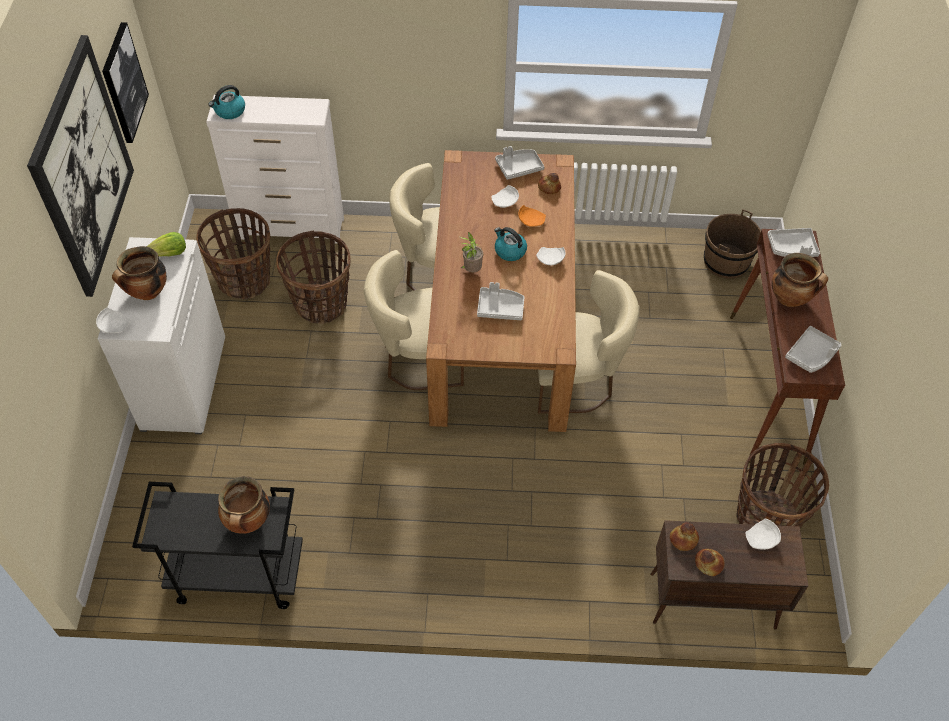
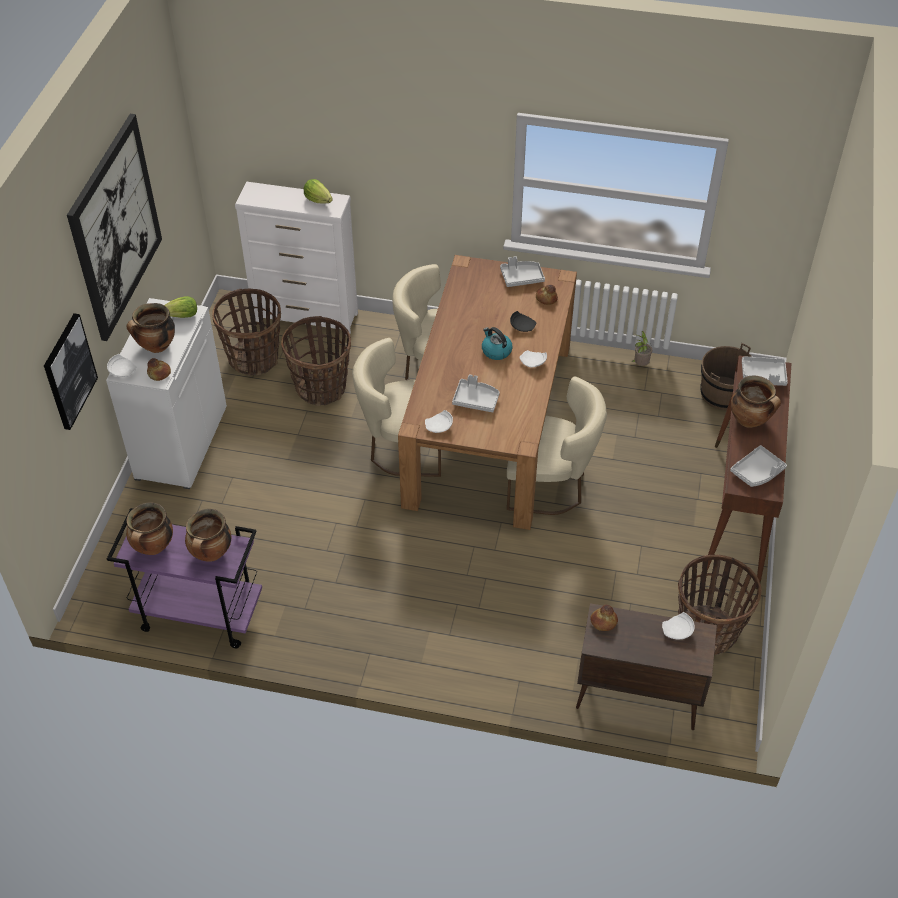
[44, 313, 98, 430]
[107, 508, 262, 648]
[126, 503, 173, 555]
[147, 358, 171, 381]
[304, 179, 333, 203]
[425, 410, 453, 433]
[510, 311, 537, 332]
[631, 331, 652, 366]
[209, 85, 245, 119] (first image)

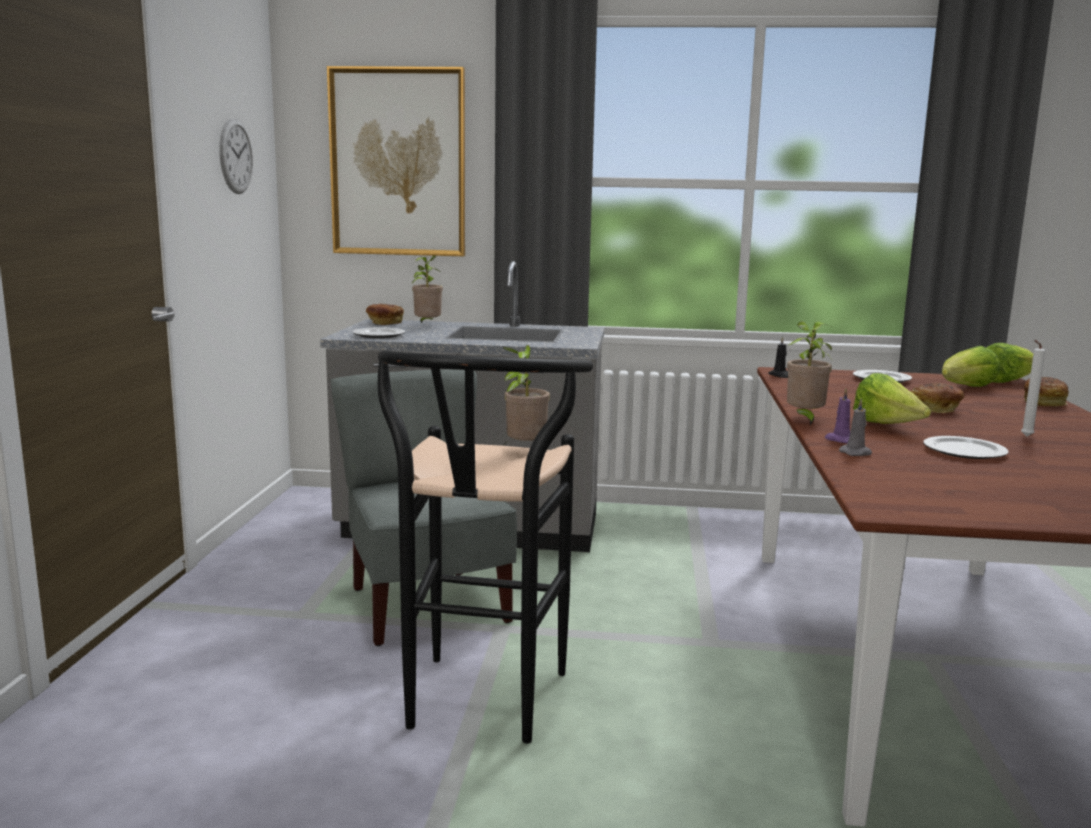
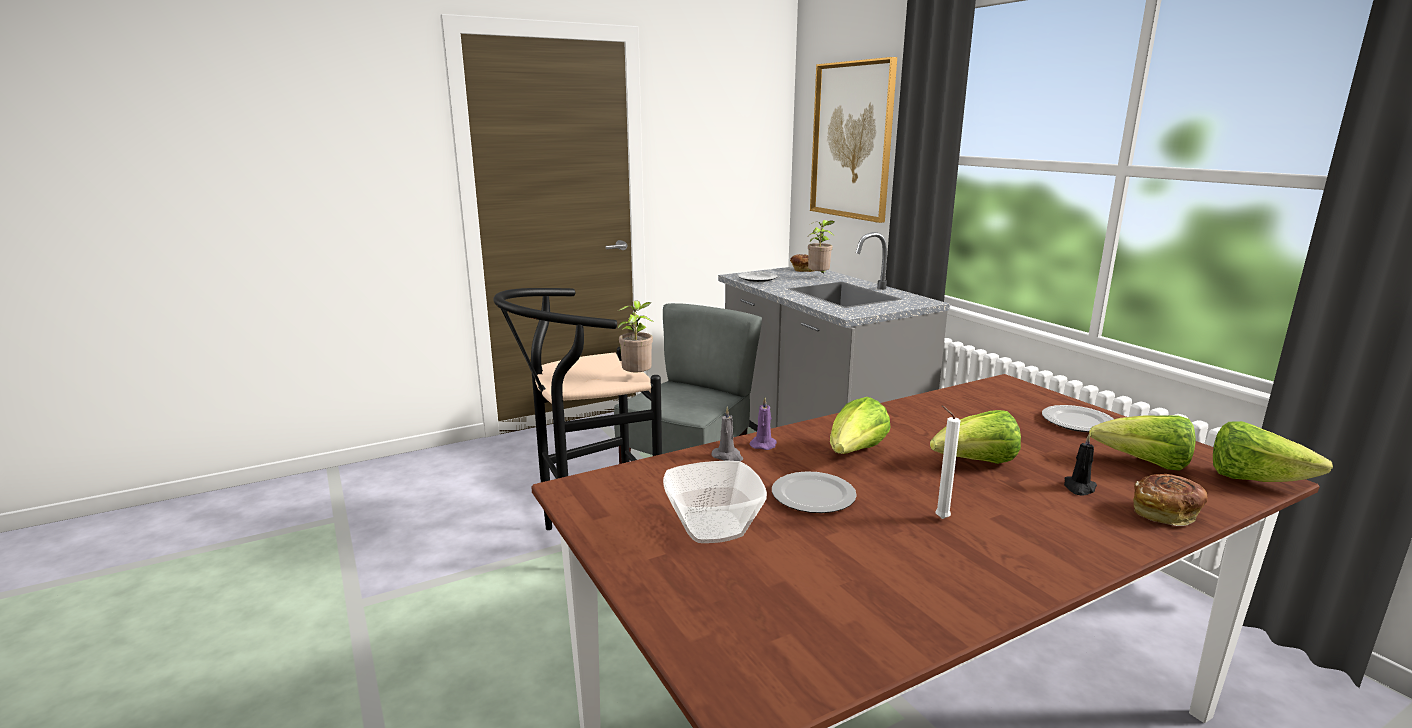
[663, 461, 767, 543]
[930, 410, 1021, 464]
[1064, 433, 1097, 496]
[219, 118, 253, 194] (first image)
[787, 321, 833, 426] (first image)

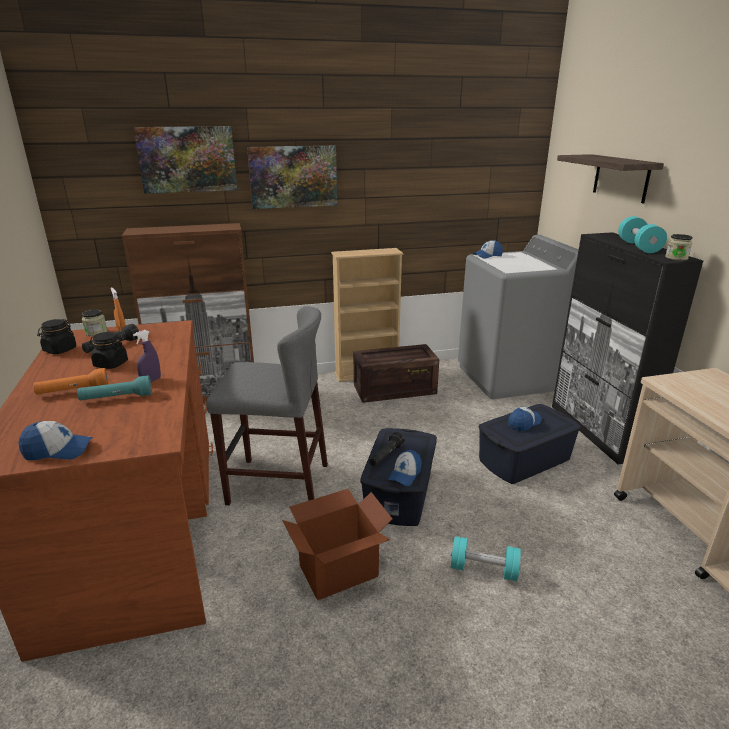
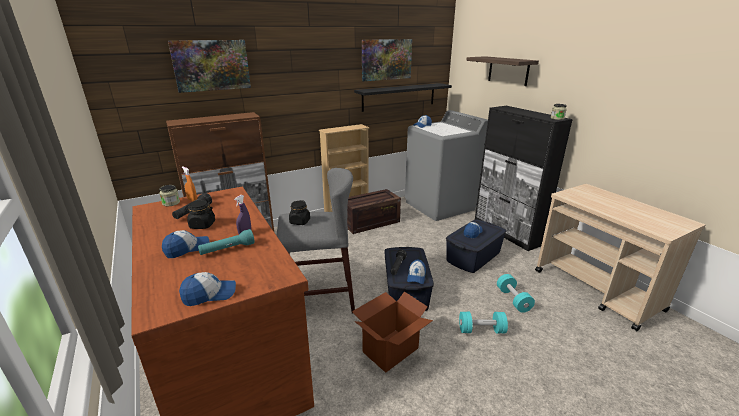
[162, 230, 210, 258]
[289, 200, 310, 225]
[354, 83, 452, 112]
[362, 39, 412, 81]
[497, 274, 535, 313]

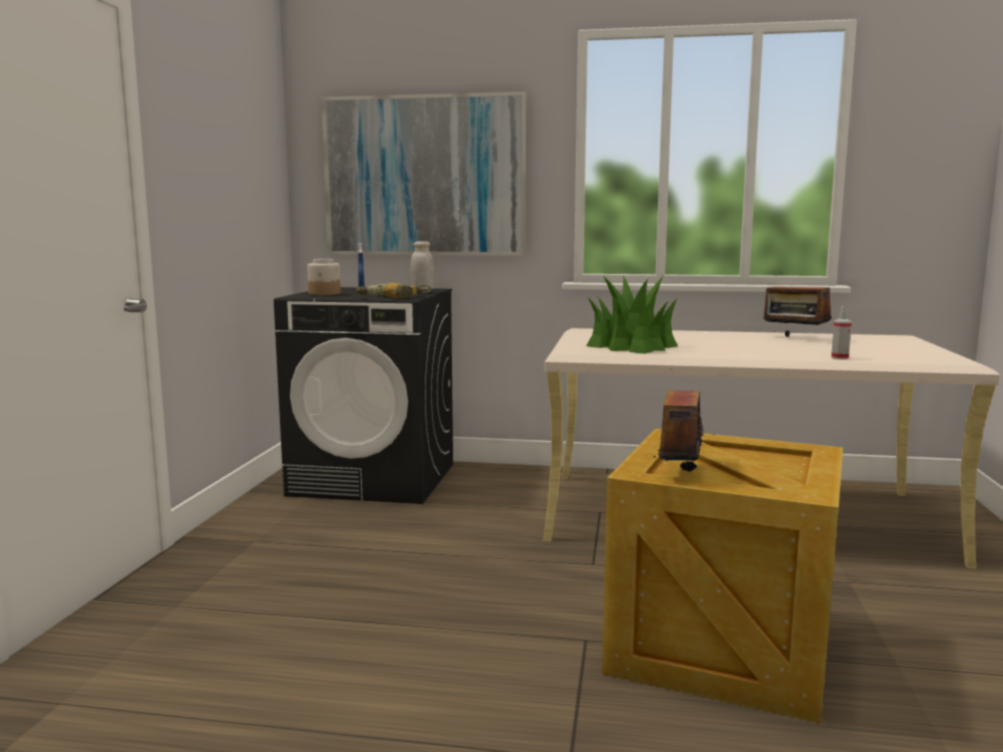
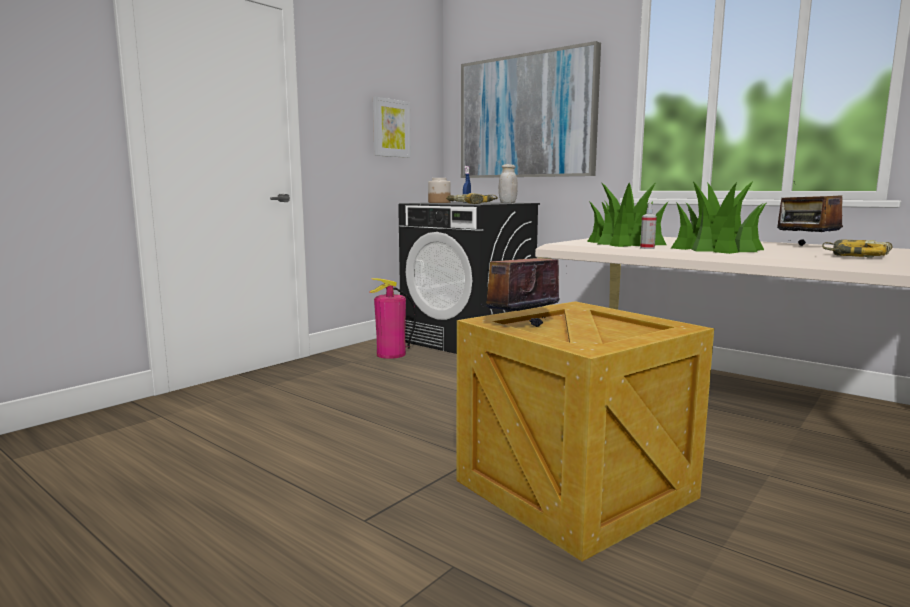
[370, 278, 416, 359]
[373, 97, 411, 158]
[640, 204, 657, 249]
[671, 181, 767, 254]
[822, 239, 893, 258]

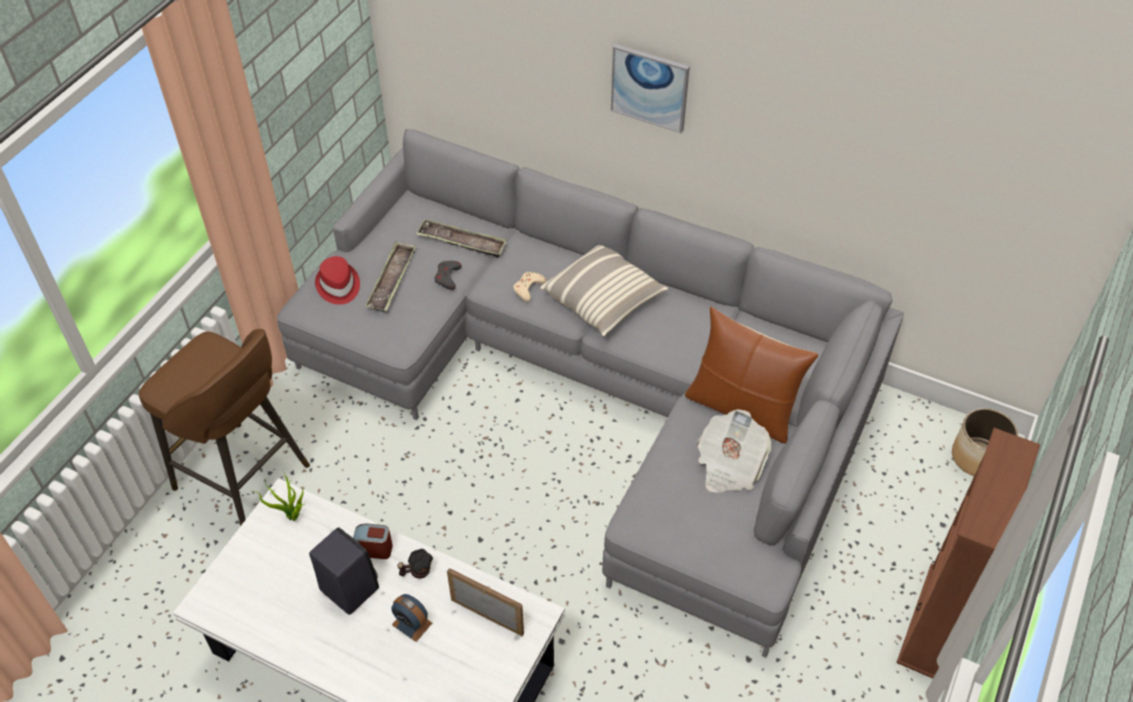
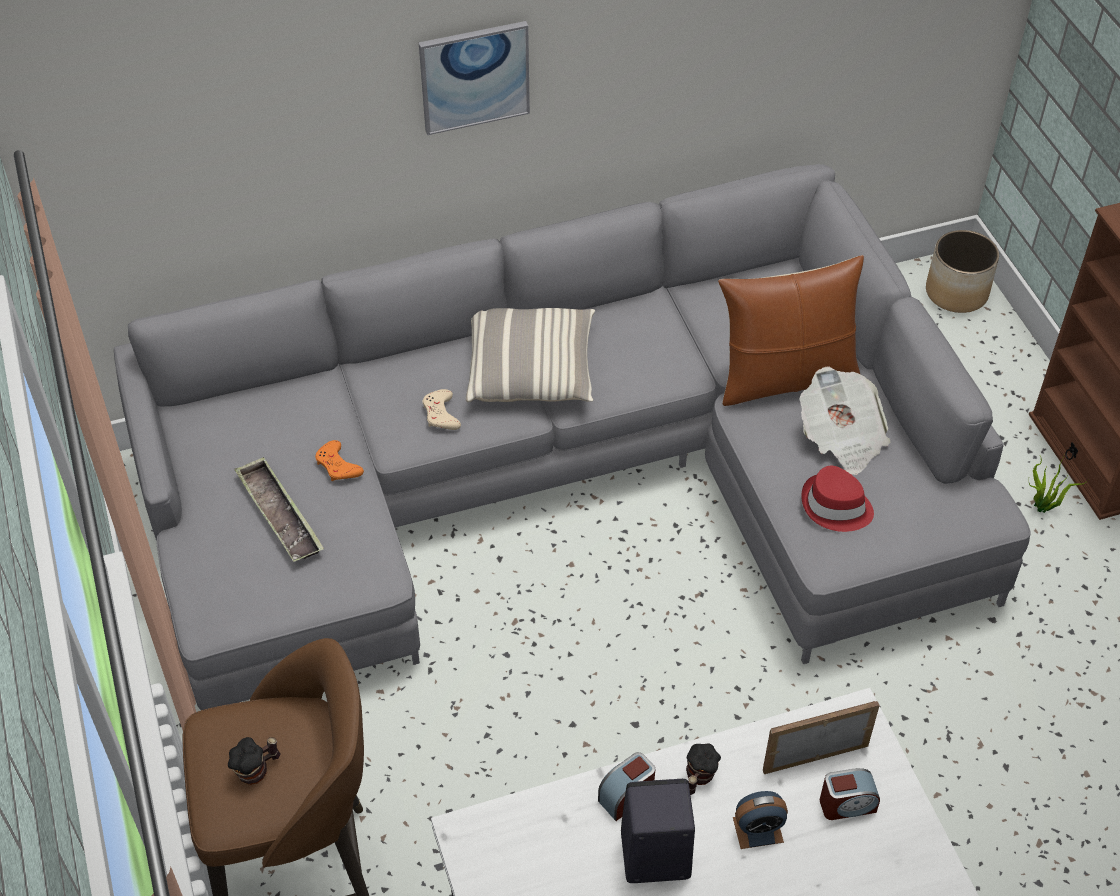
[228, 737, 281, 785]
[315, 440, 364, 482]
[801, 466, 874, 532]
[820, 768, 880, 820]
[1029, 456, 1088, 513]
[416, 219, 507, 258] (first image)

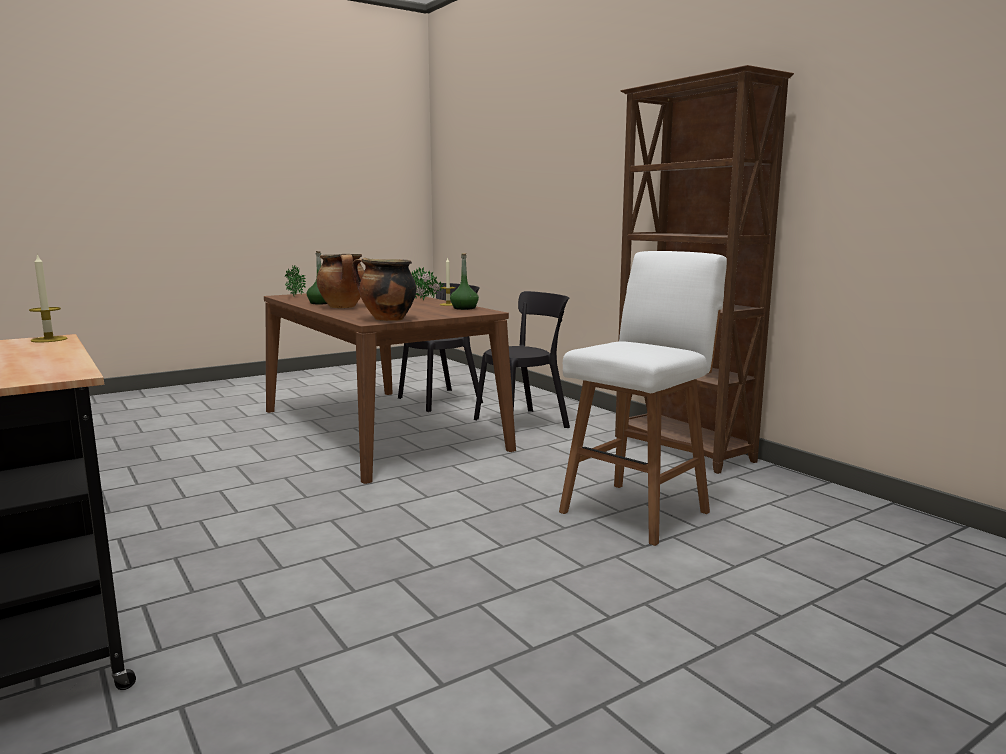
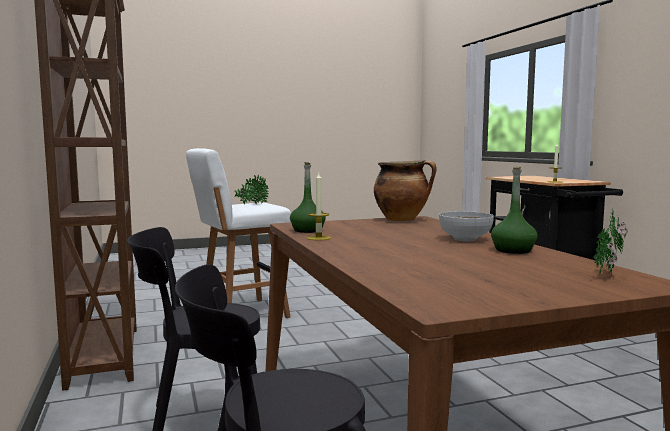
[234, 175, 269, 204]
[439, 211, 494, 241]

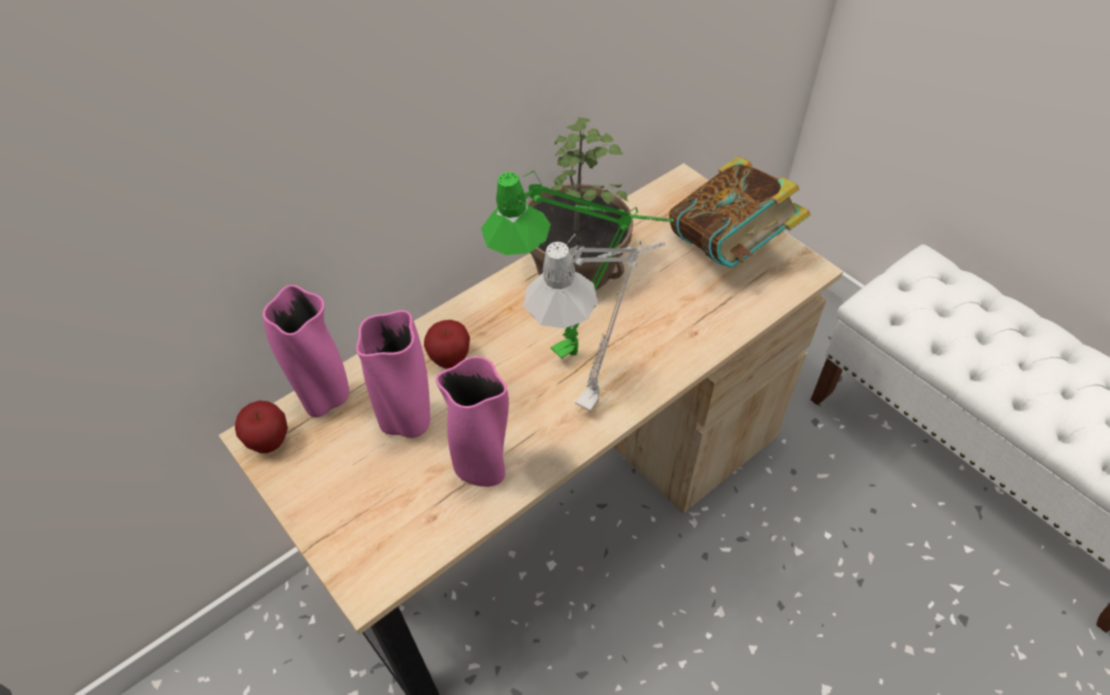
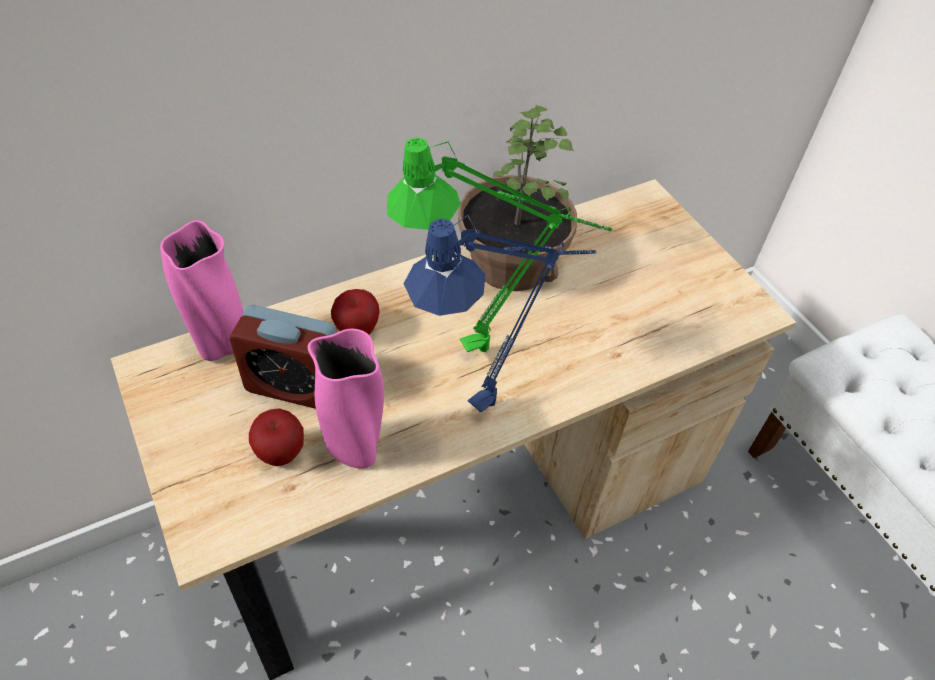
[230, 305, 337, 409]
[249, 408, 304, 466]
[404, 215, 597, 413]
[669, 156, 811, 268] (first image)

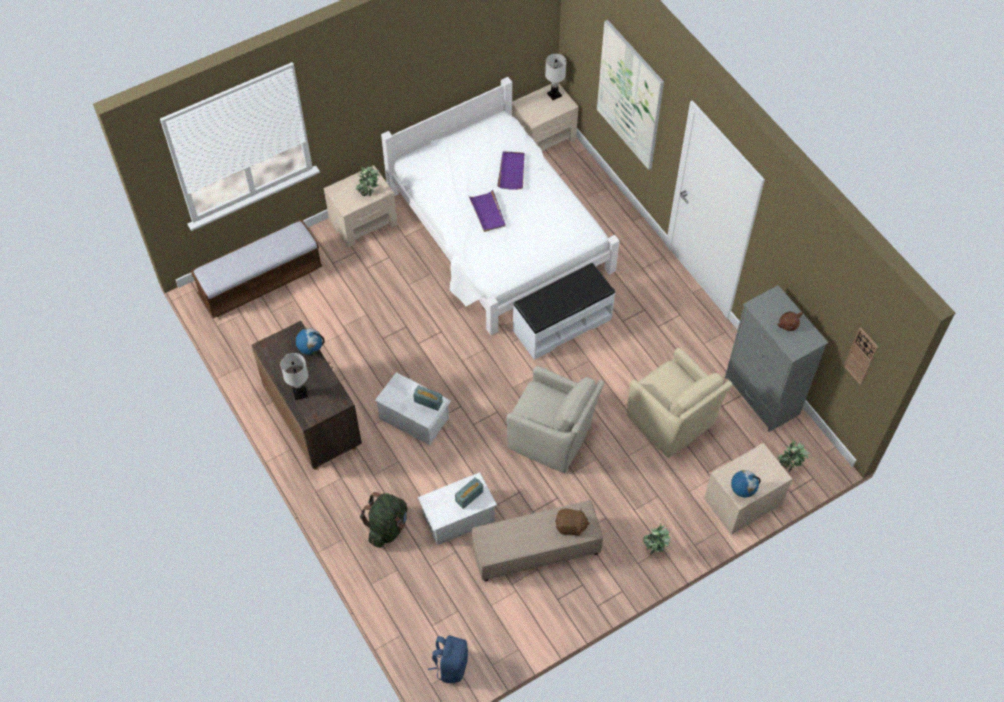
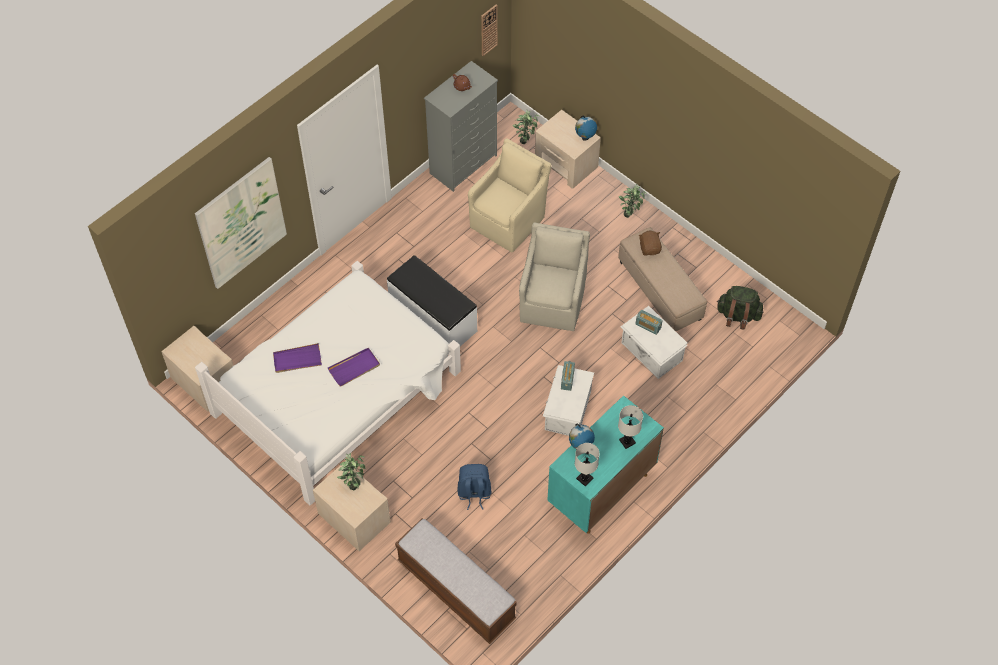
[457, 464, 491, 510]
[547, 395, 664, 534]
[575, 443, 600, 486]
[717, 286, 763, 330]

